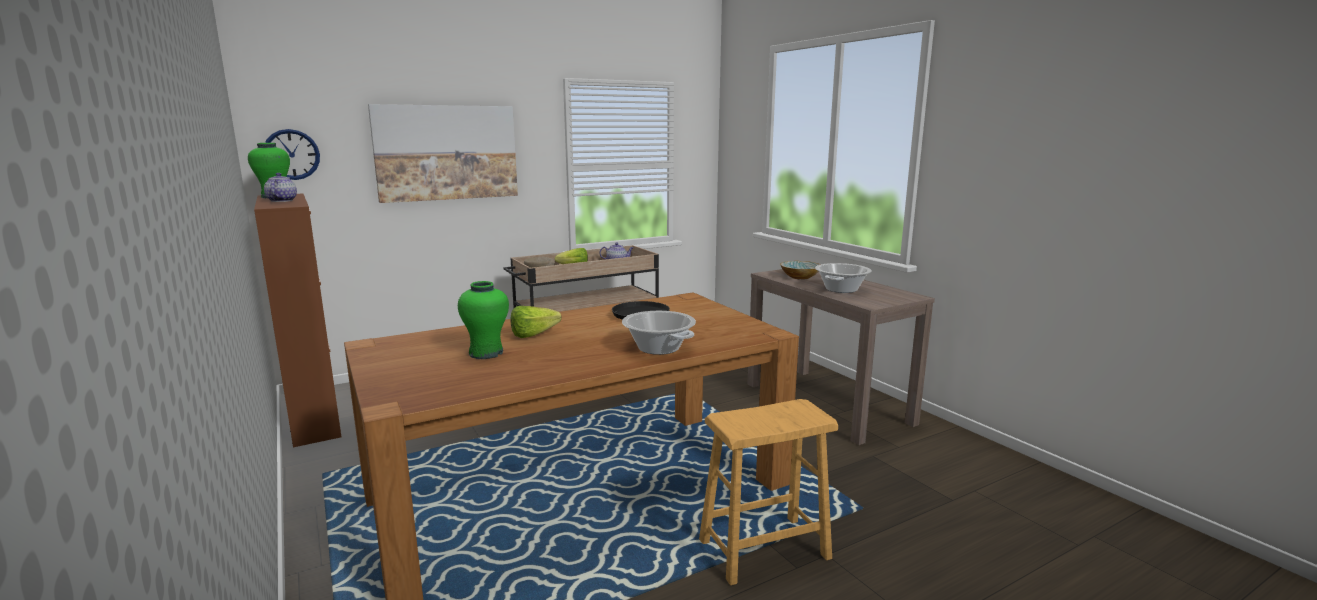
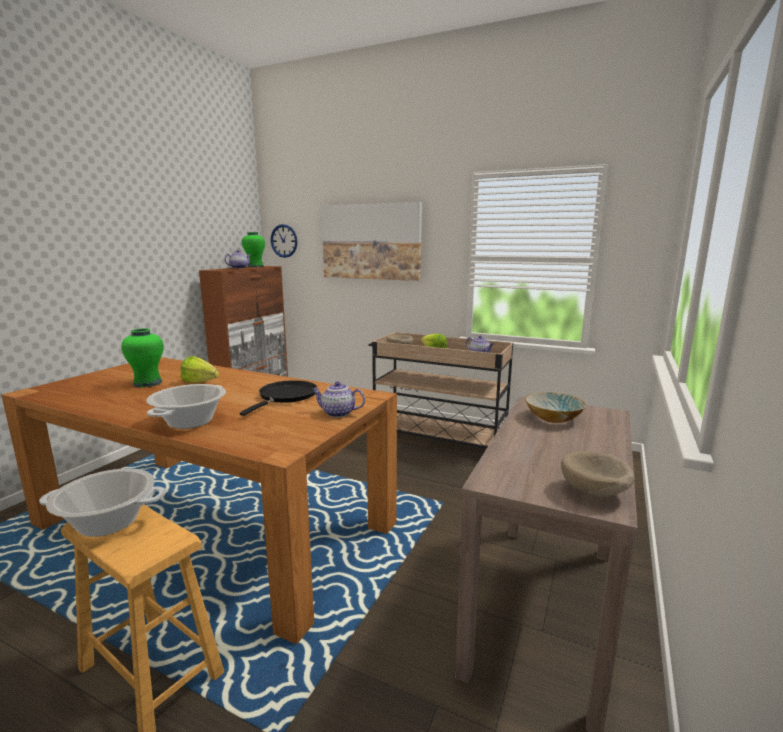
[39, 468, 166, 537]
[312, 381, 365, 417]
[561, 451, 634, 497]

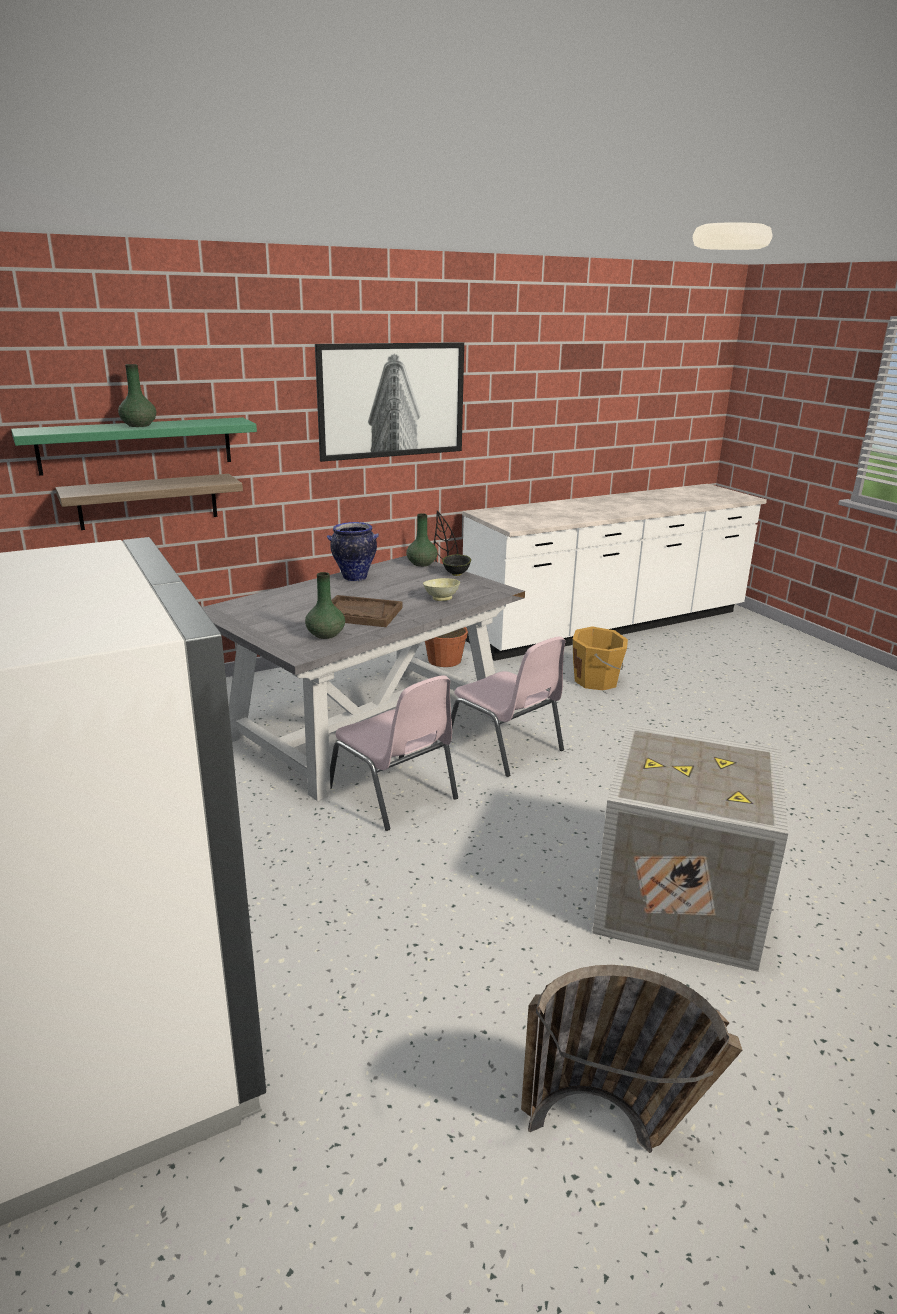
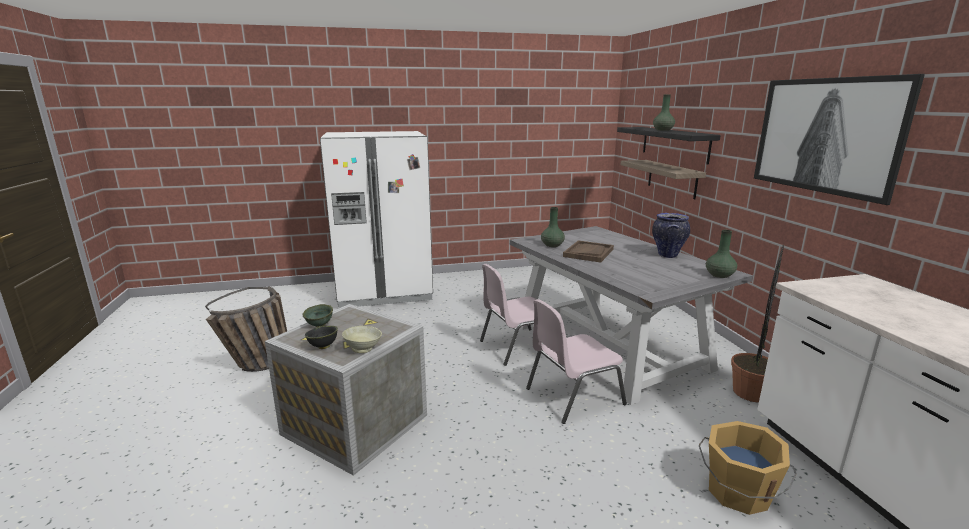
[303, 304, 333, 327]
[305, 326, 338, 349]
[342, 326, 382, 353]
[617, 127, 721, 165]

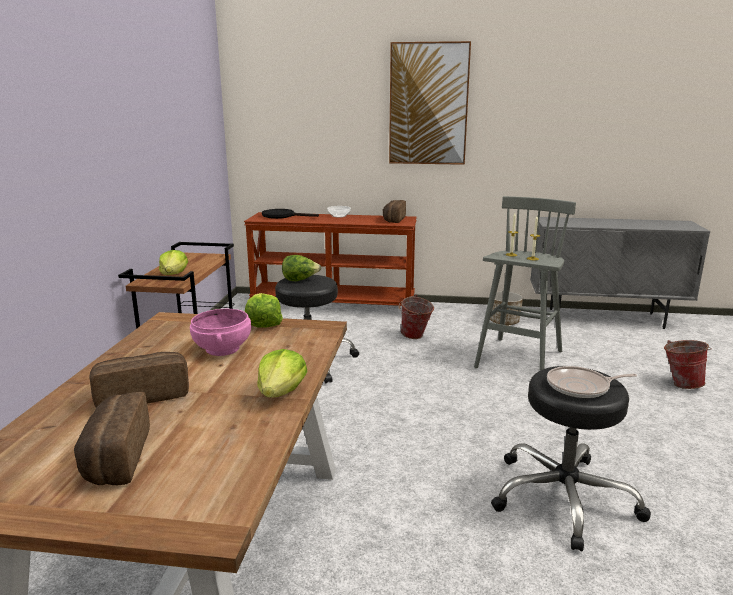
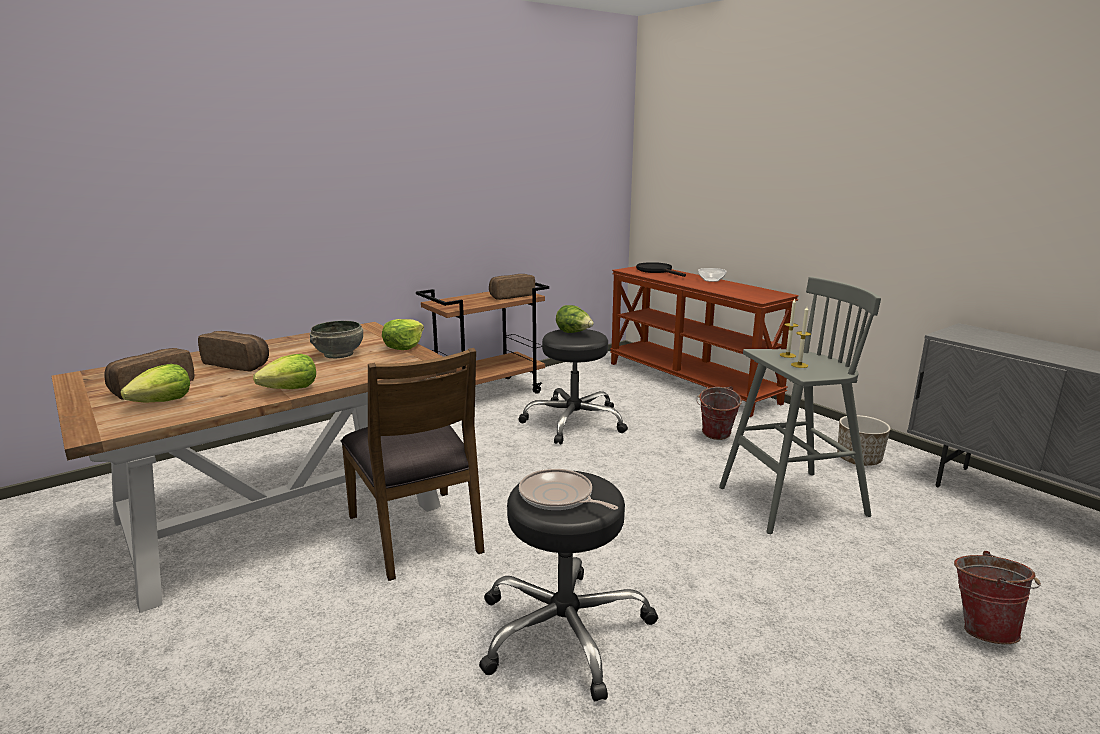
[120, 364, 190, 403]
[310, 321, 363, 358]
[341, 348, 485, 581]
[489, 274, 535, 300]
[389, 41, 471, 165] (first image)

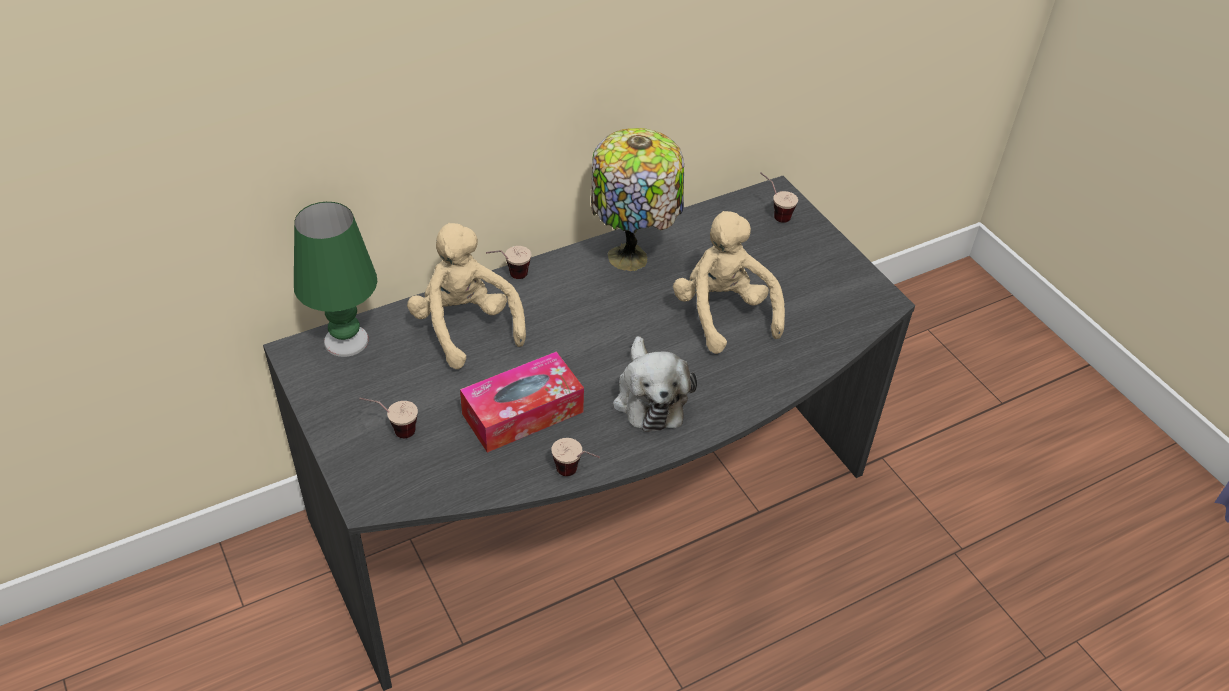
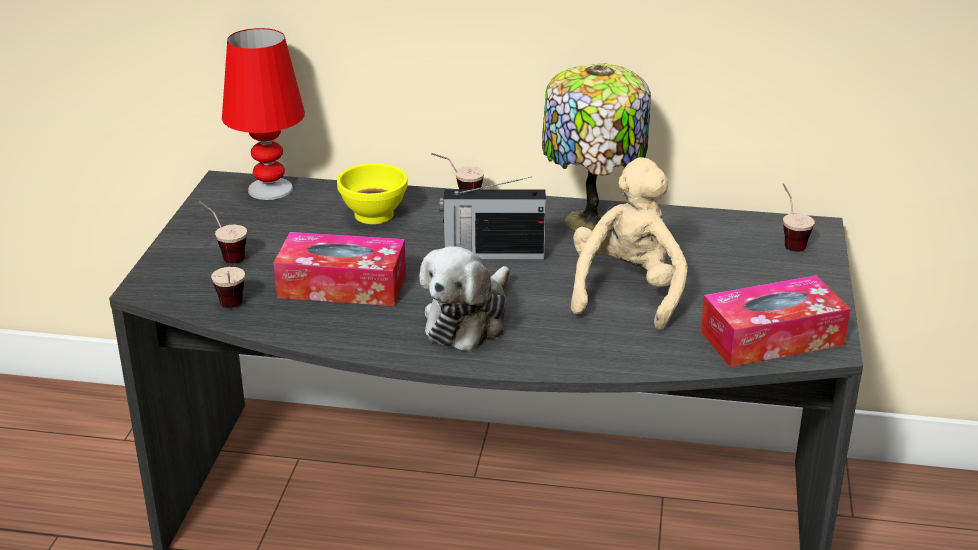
[211, 267, 245, 308]
[222, 28, 305, 200]
[337, 163, 408, 224]
[439, 177, 546, 260]
[700, 275, 851, 367]

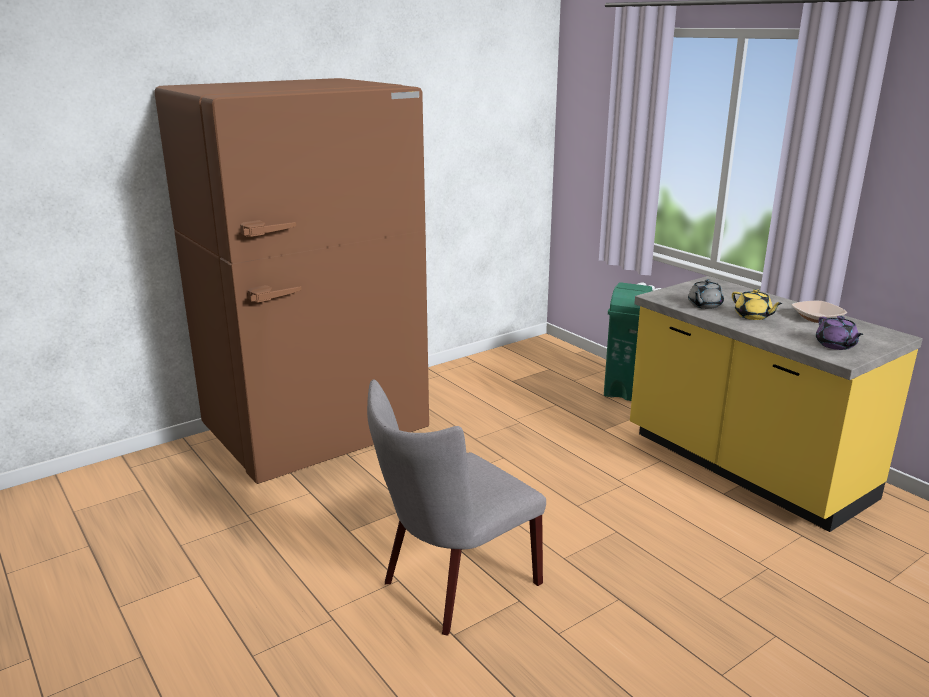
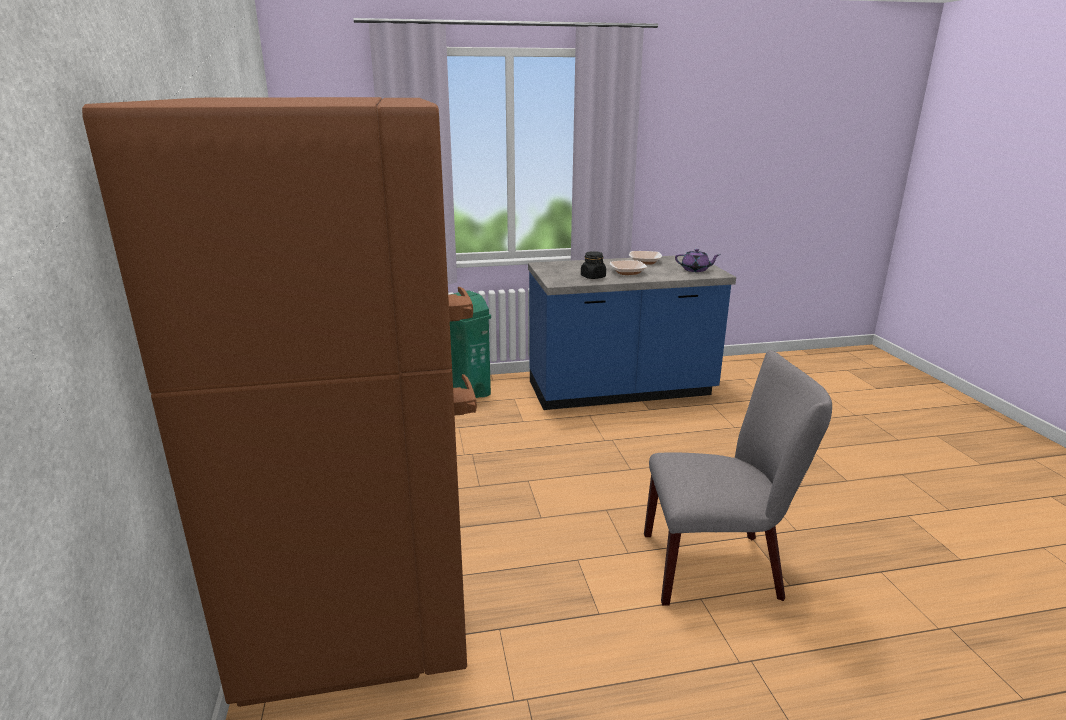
[528, 255, 736, 410]
[581, 251, 606, 279]
[610, 260, 647, 275]
[644, 350, 832, 605]

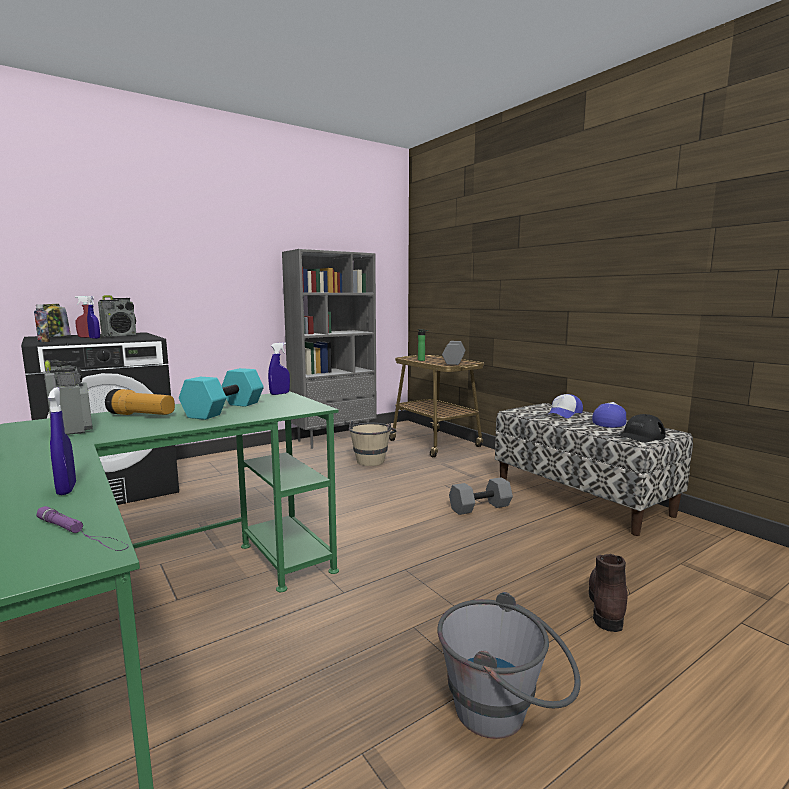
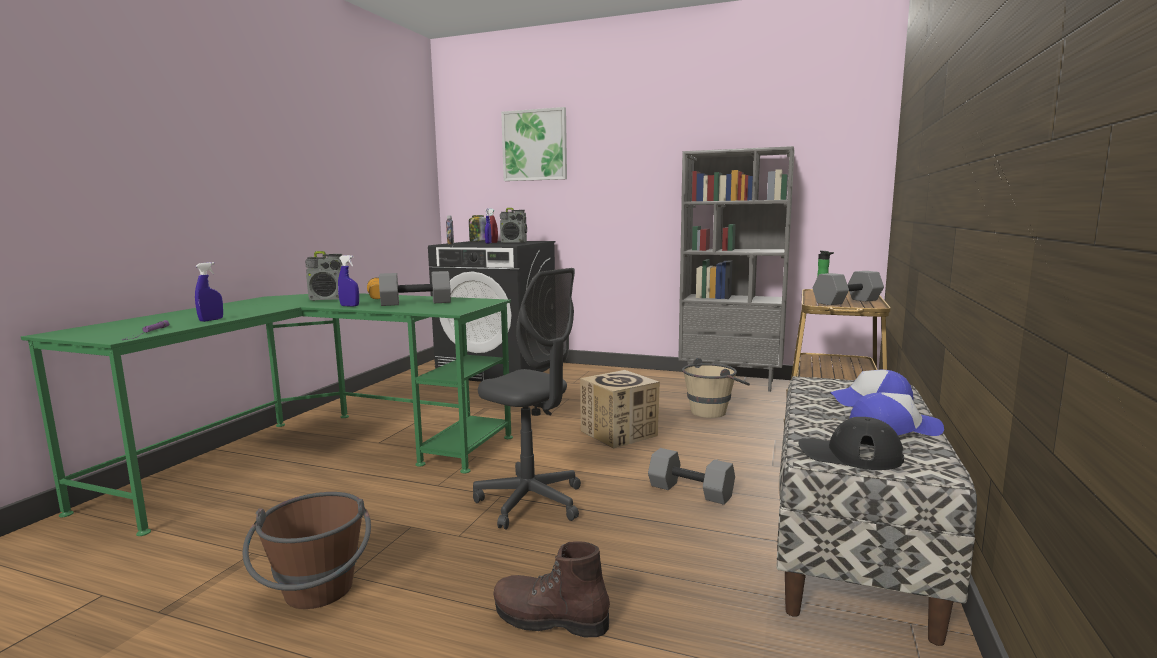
[242, 492, 371, 609]
[305, 251, 342, 301]
[338, 255, 359, 307]
[379, 271, 451, 306]
[473, 268, 581, 530]
[493, 541, 610, 637]
[501, 107, 567, 181]
[580, 370, 660, 449]

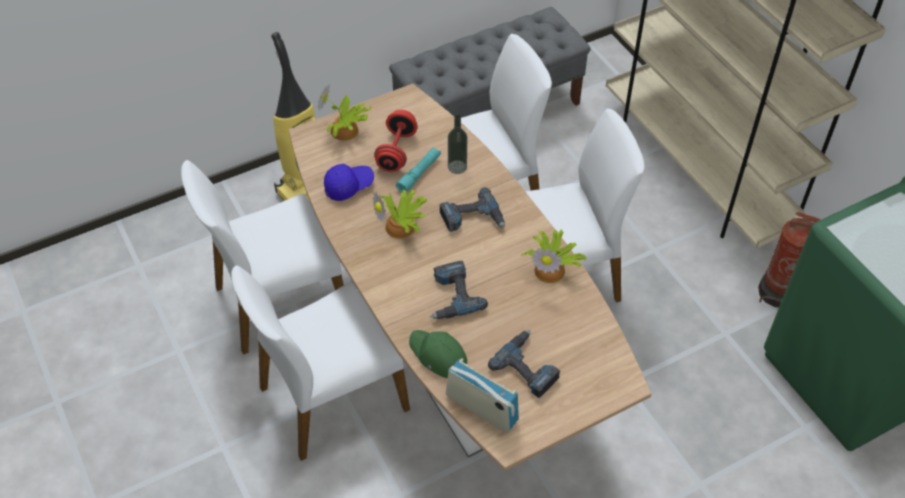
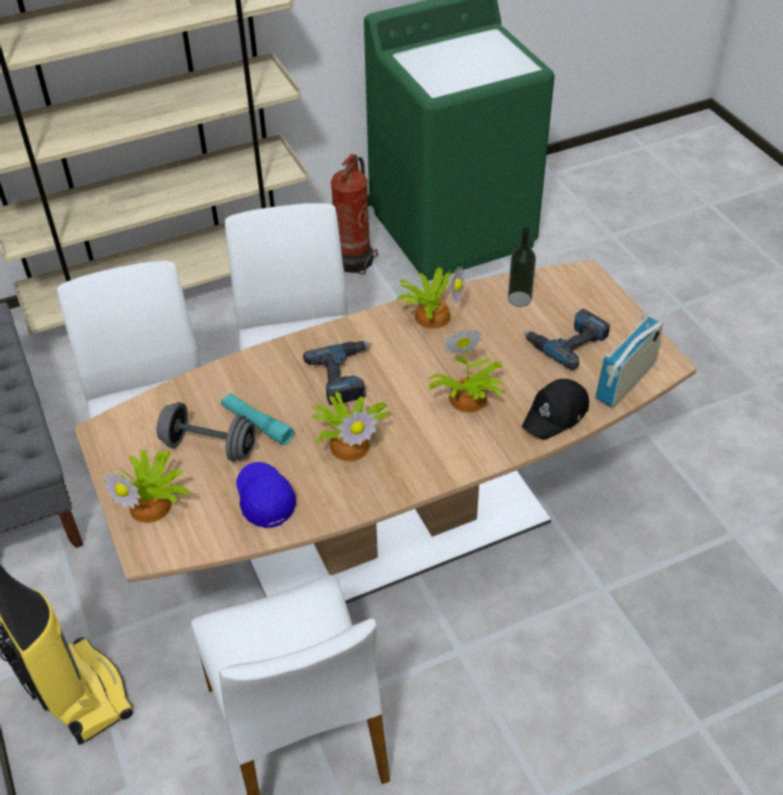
[156, 402, 256, 461]
[428, 328, 504, 413]
[508, 227, 536, 307]
[522, 379, 589, 440]
[231, 265, 410, 461] (first image)

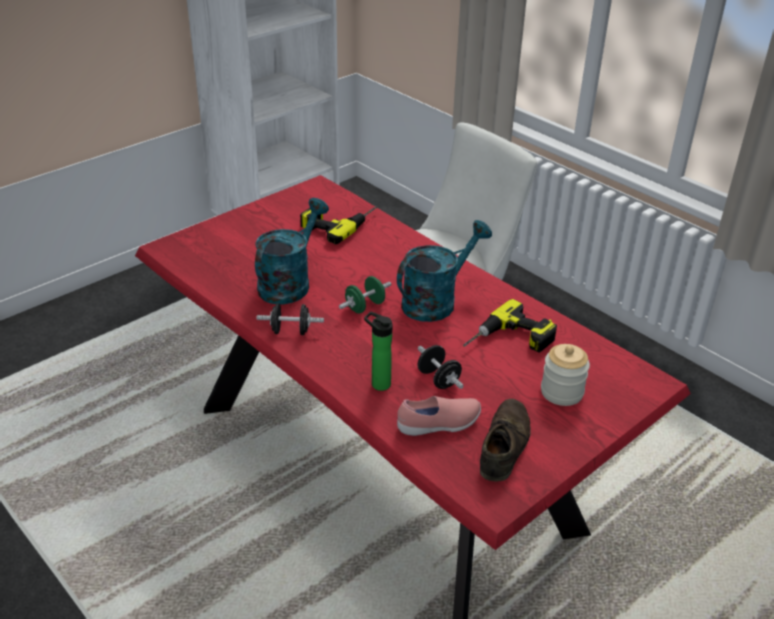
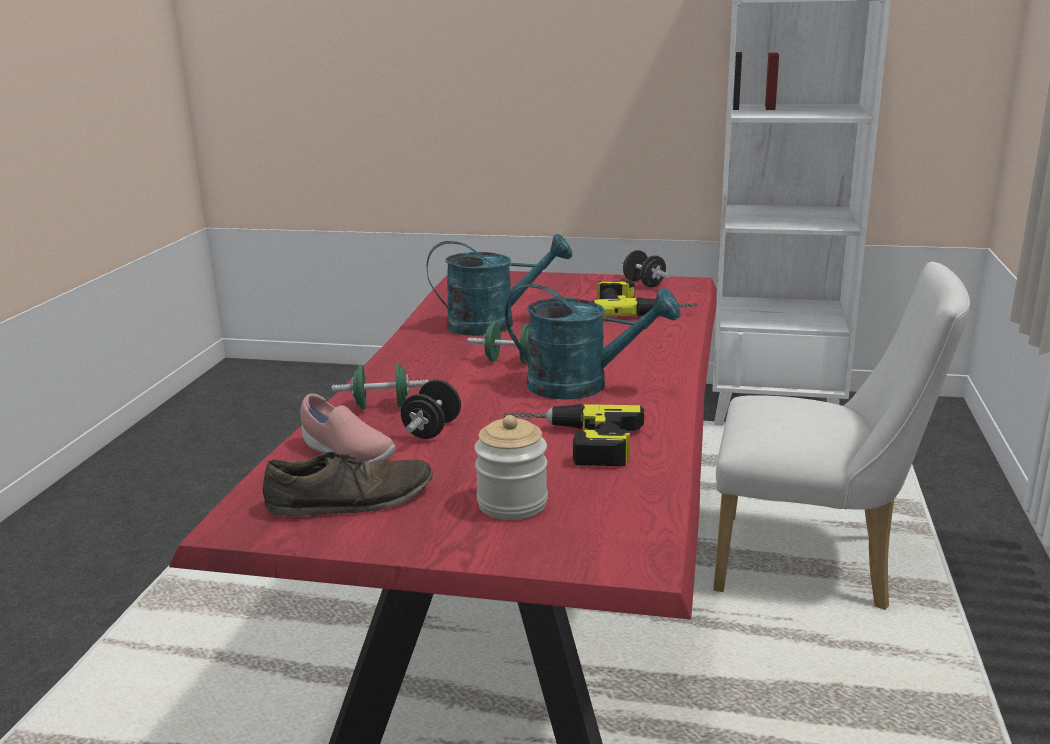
[332, 363, 429, 409]
[622, 250, 670, 287]

